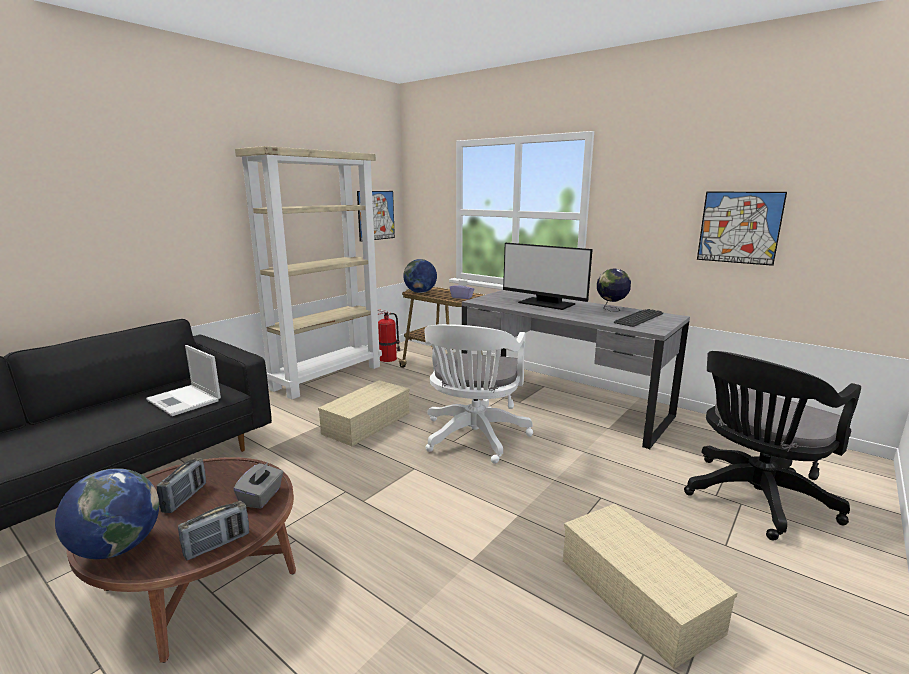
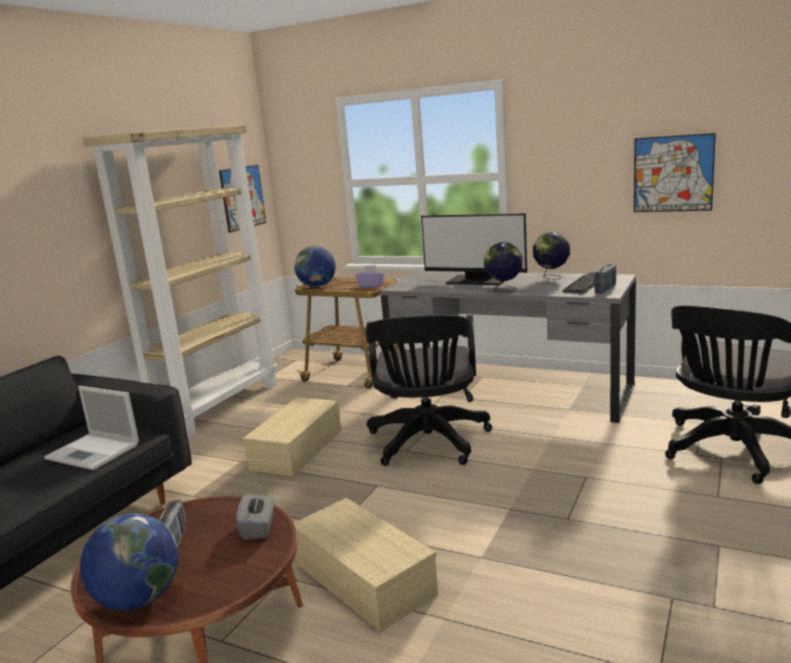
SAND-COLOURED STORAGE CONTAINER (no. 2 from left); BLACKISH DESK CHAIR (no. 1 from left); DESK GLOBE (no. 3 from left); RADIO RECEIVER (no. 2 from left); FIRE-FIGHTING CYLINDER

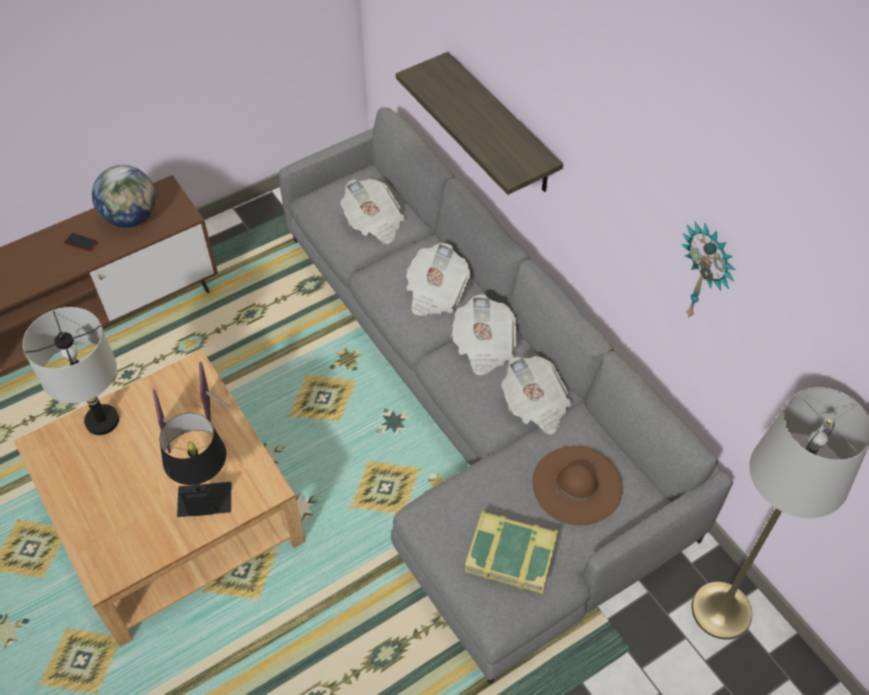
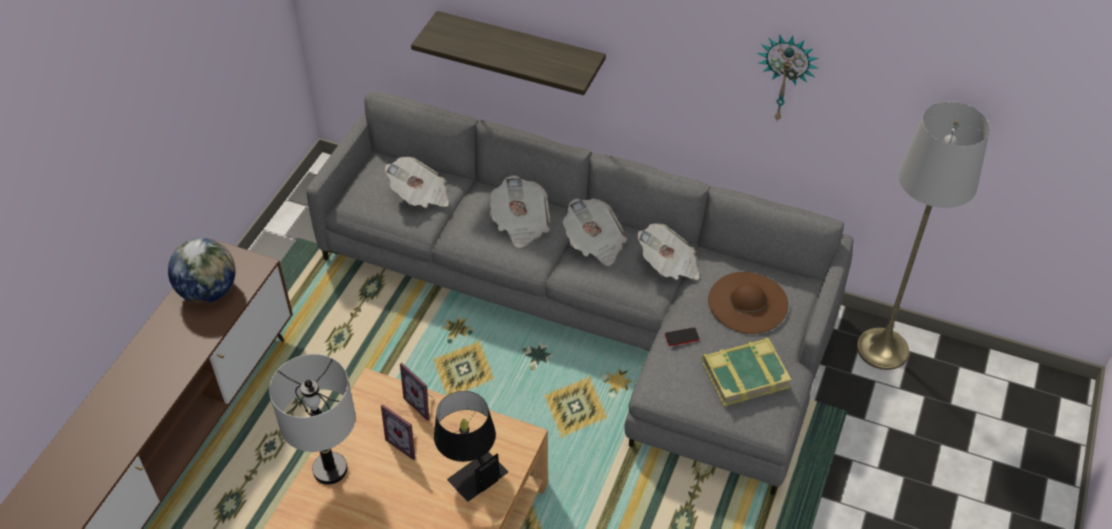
TELEPHONE

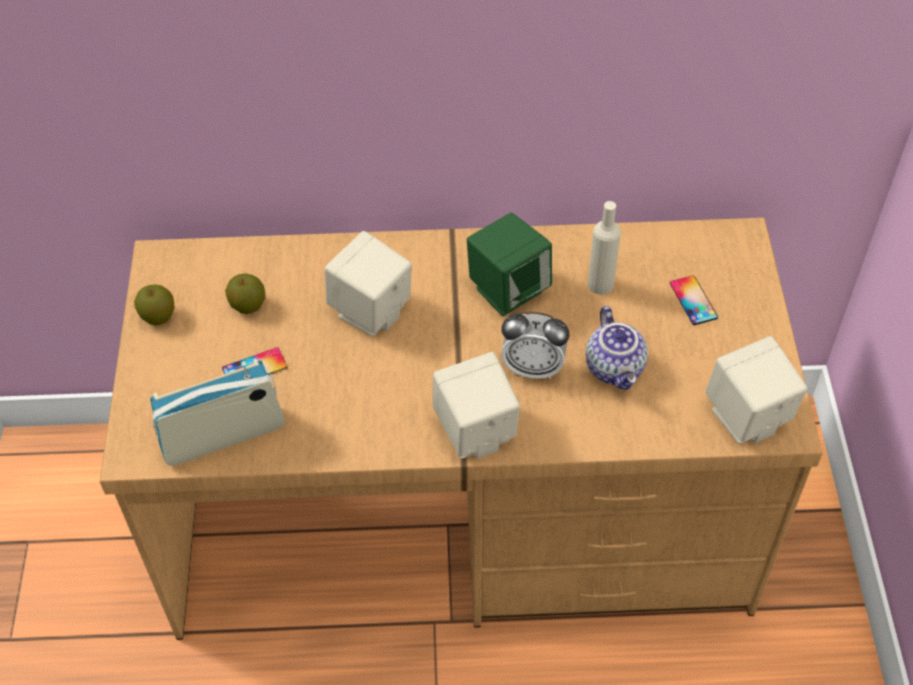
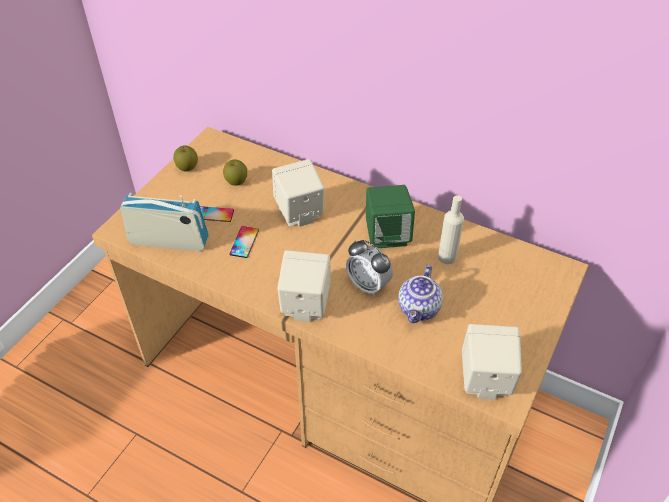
TELEPHONE (no. 2 from left)

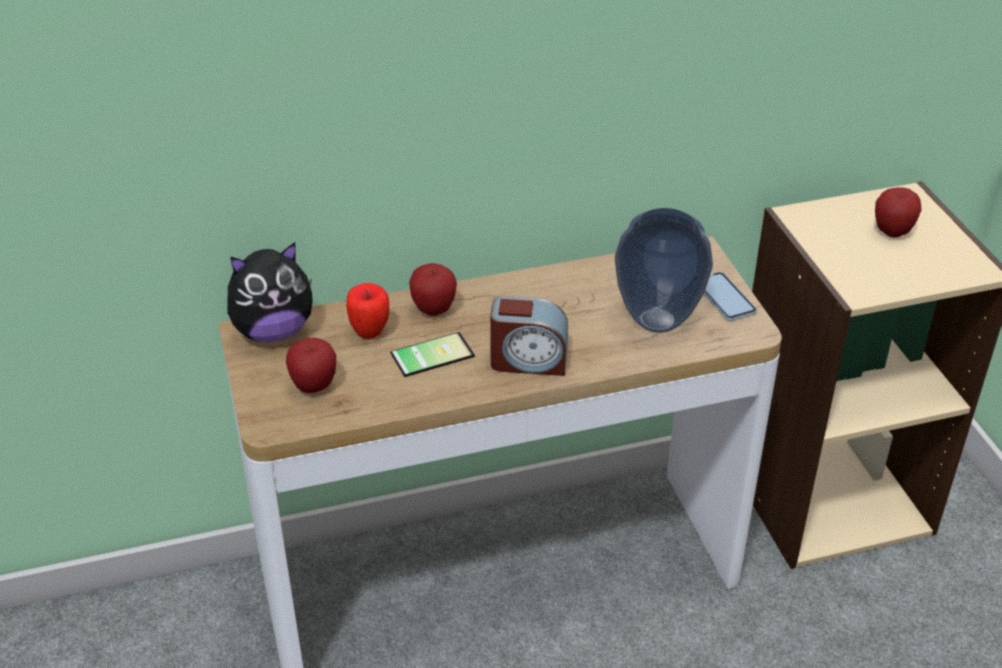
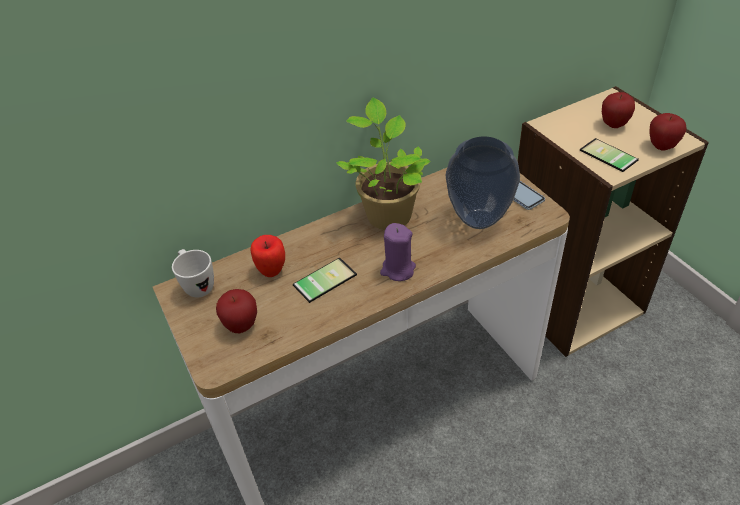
WHITISH MUG; HOUSEPLANT; PURPLE-COLOURED WAX CANDLE; TELEPHONE (no. 3 from left); APPLE FRUIT (no. 4 from left)

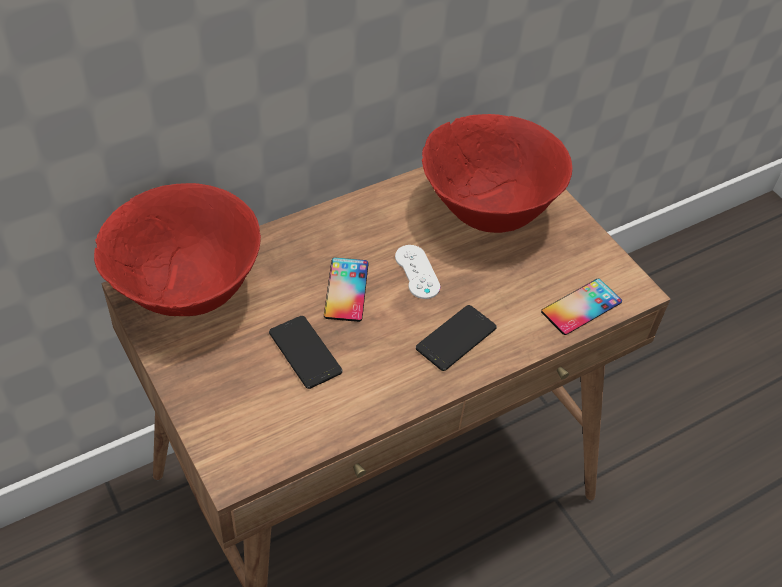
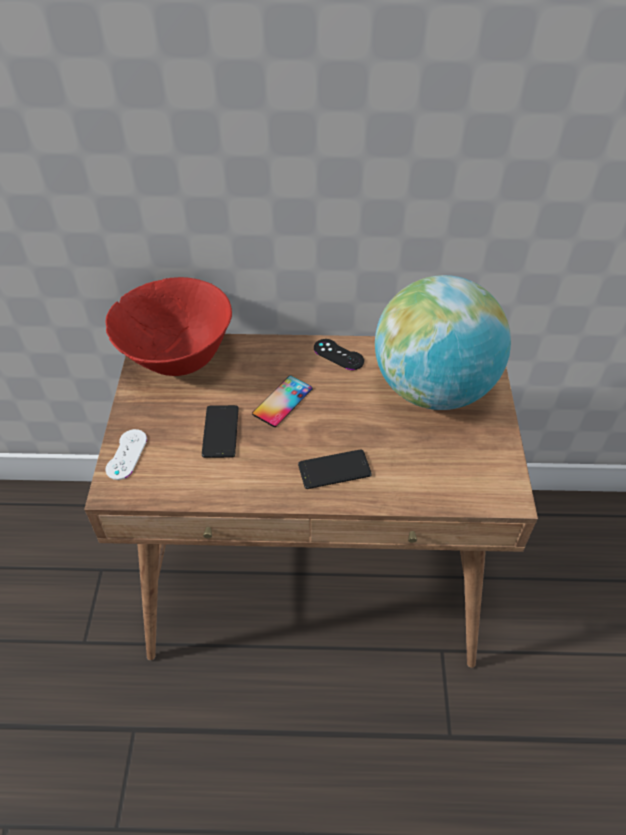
WHITISH JOYPAD; BLACKISH JOYPAD; DESK GLOBE; TELEPHONE (no. 4 from left in the first image)

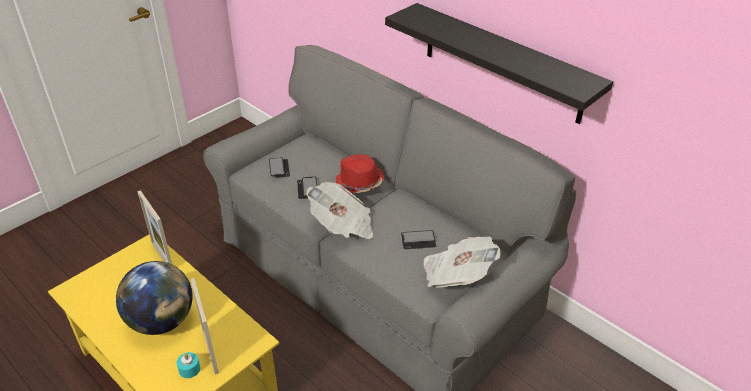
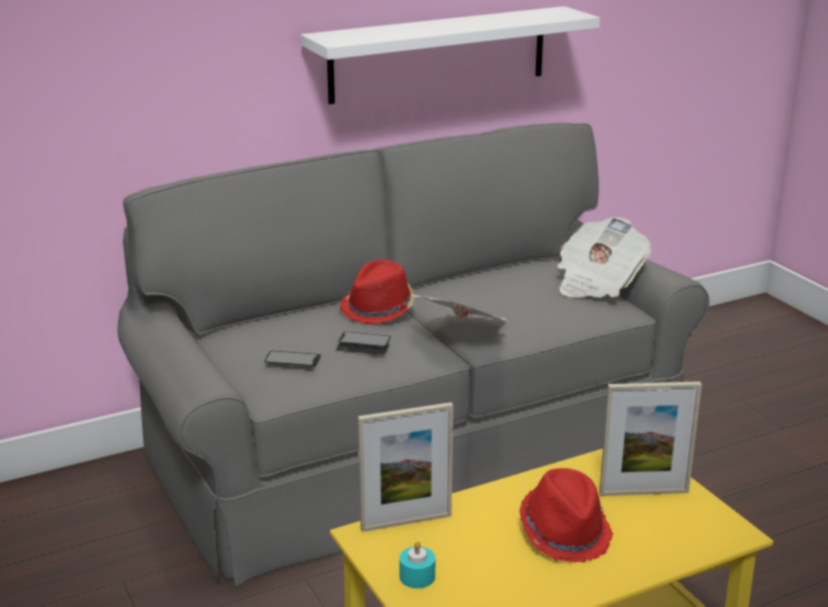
WHITISH WALL SHELF; BLUE-GREEN WAX CANDLE; RED-COLOURED HAT (no. 2 from left); TELEPHONE (no. 3 from left in the first image)

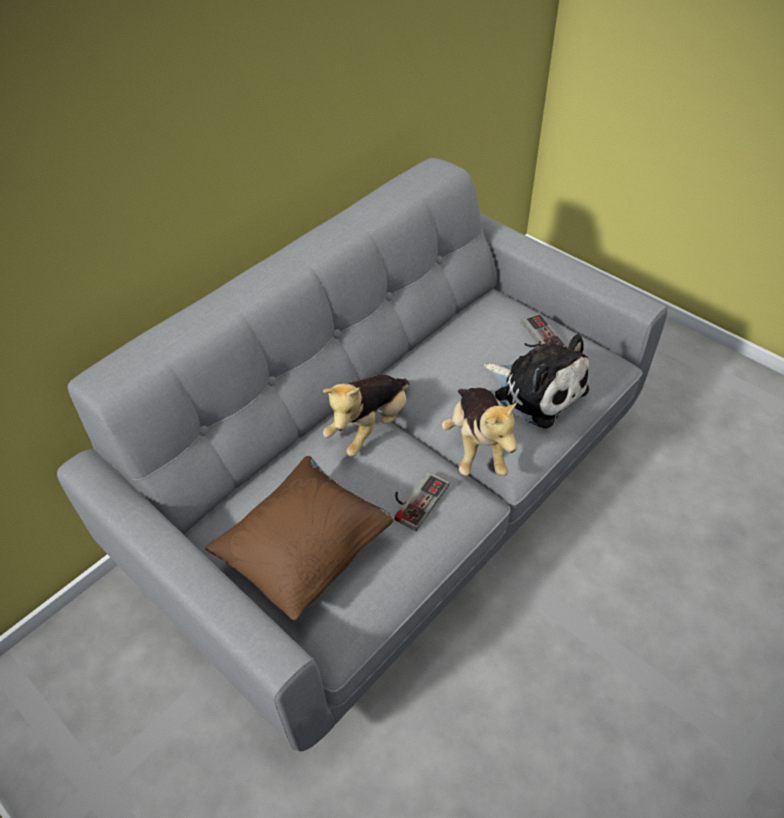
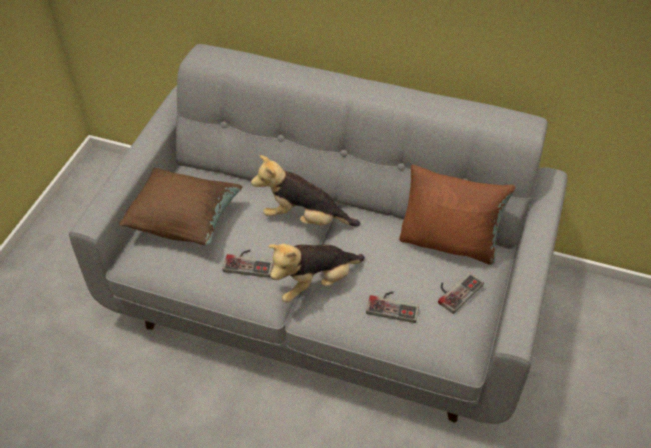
JOYPAD (no. 2 from left); BROWN CUSHION (no. 2 from left)

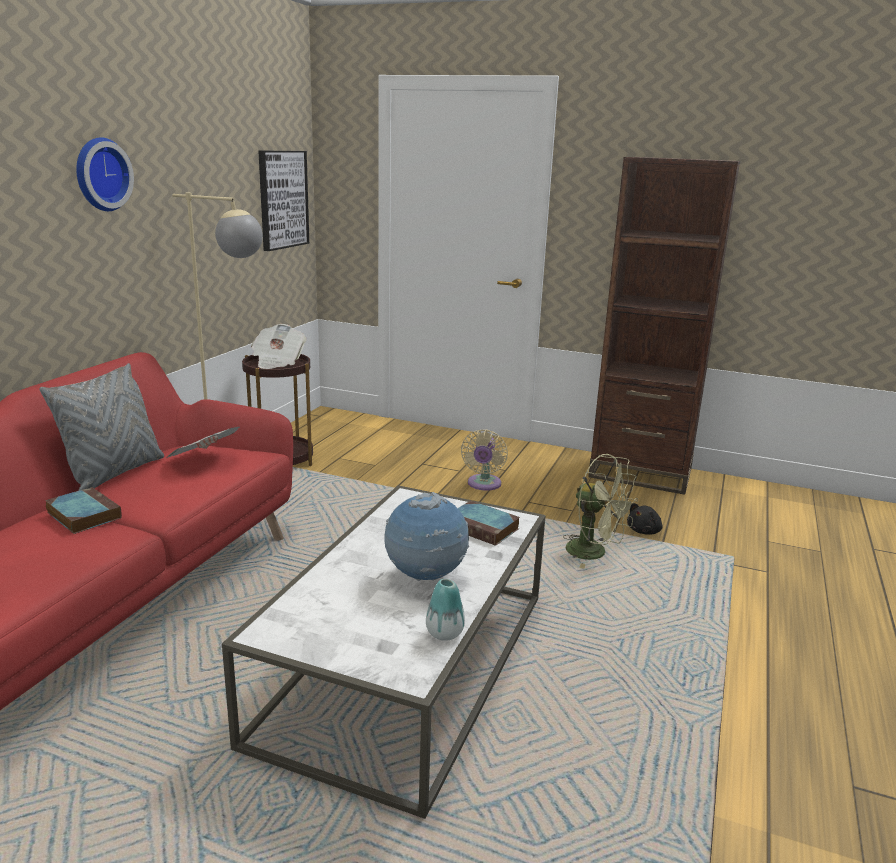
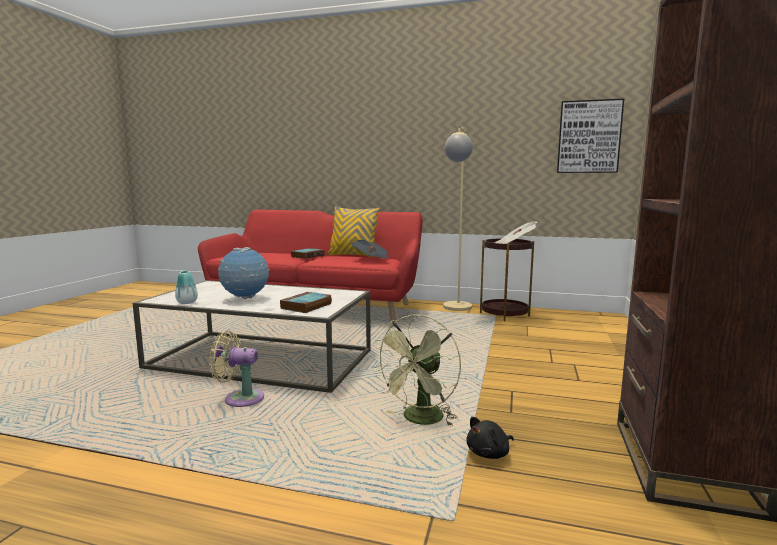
SAND-COLOURED COOLING FAN; YELLOWISH CUSHION; BLACKISH SOFT TOY; CLOCK ON THE WALL

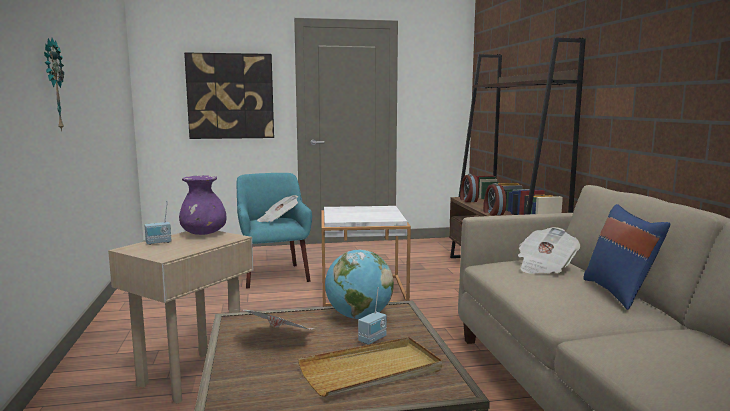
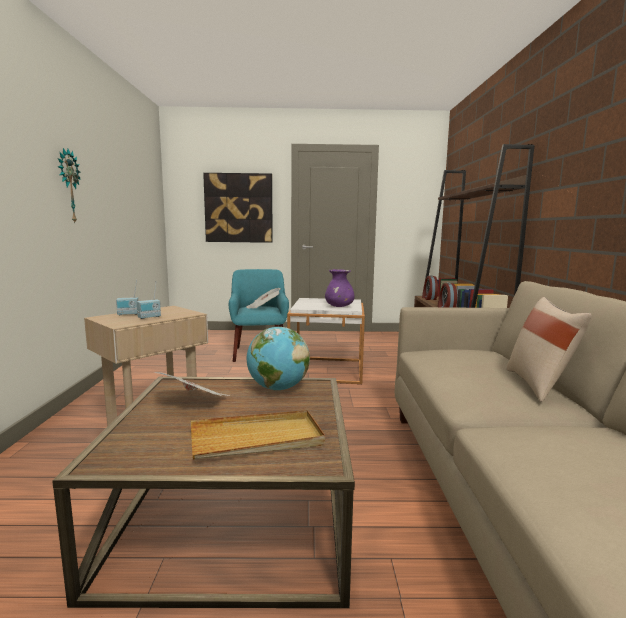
RADIO RECEIVER (no. 2 from left); PURPLE-COLOURED VASE; SAND-COLOURED CUSHION; DAILY PAPER (no. 3 from left in the first image)

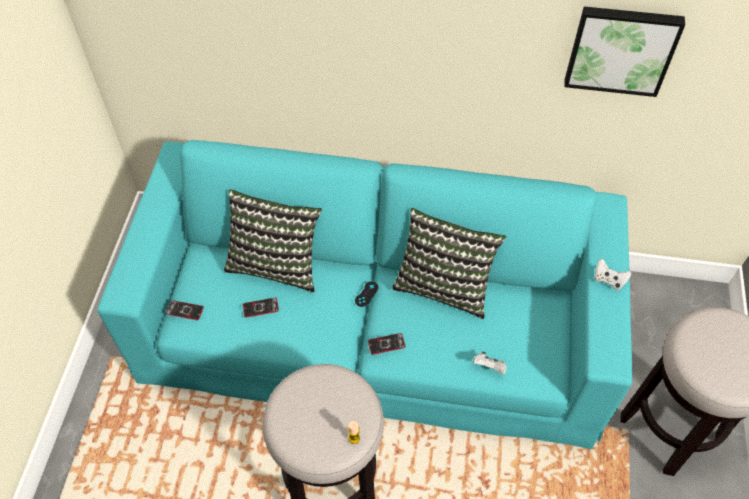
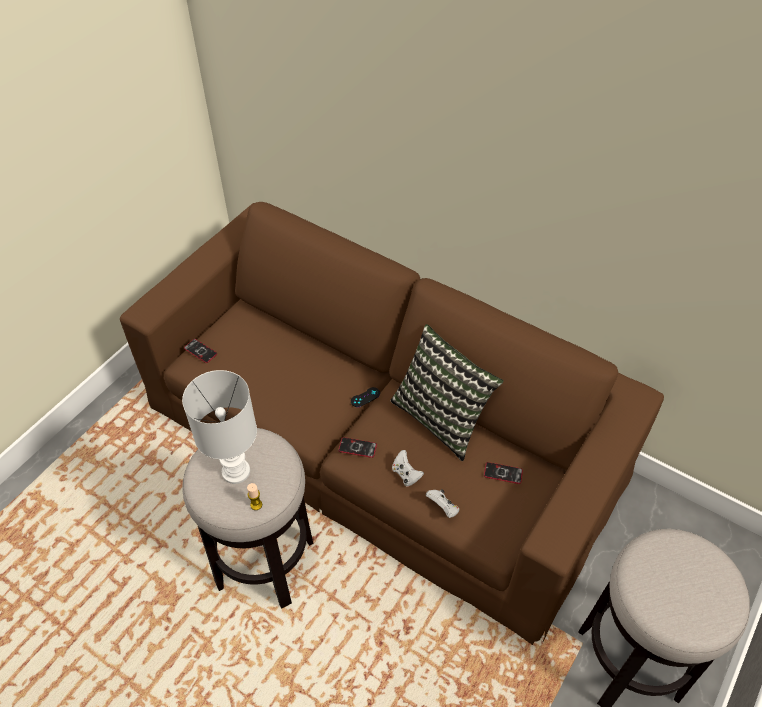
BROWN SETTEE; WHITISH TABLE LAMP; WHITISH JOYPAD (no. 1 from left); TELEPHONE (no. 3 from left); CUSHION (no. 1 from left in the first image); WALL PICTURE

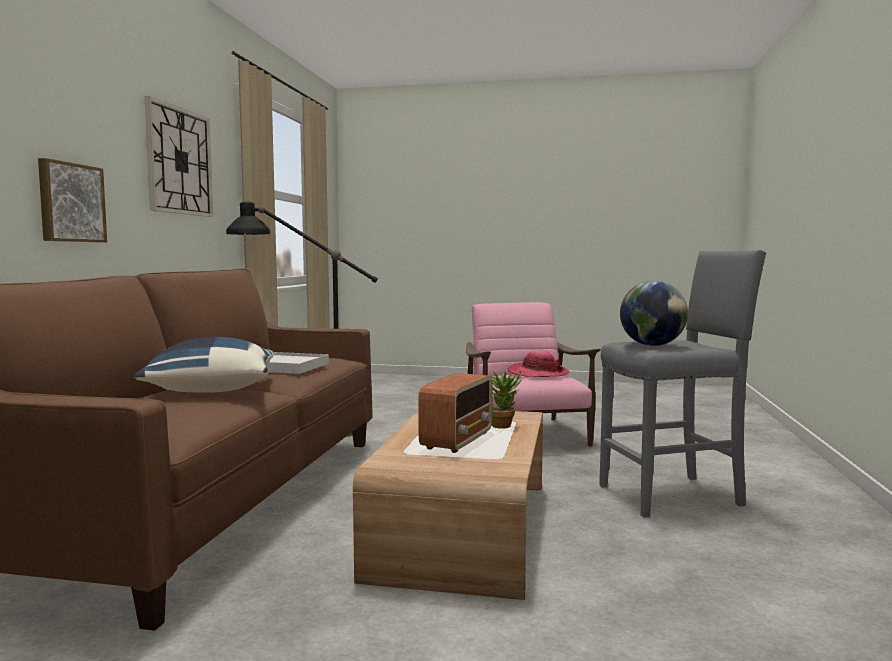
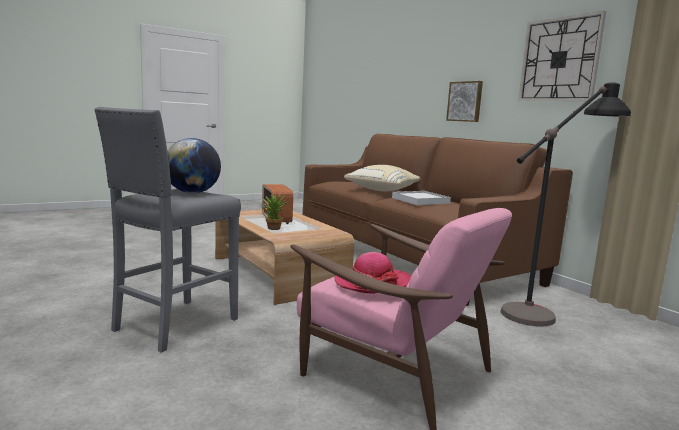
SAND-COLOURED CUSHION

